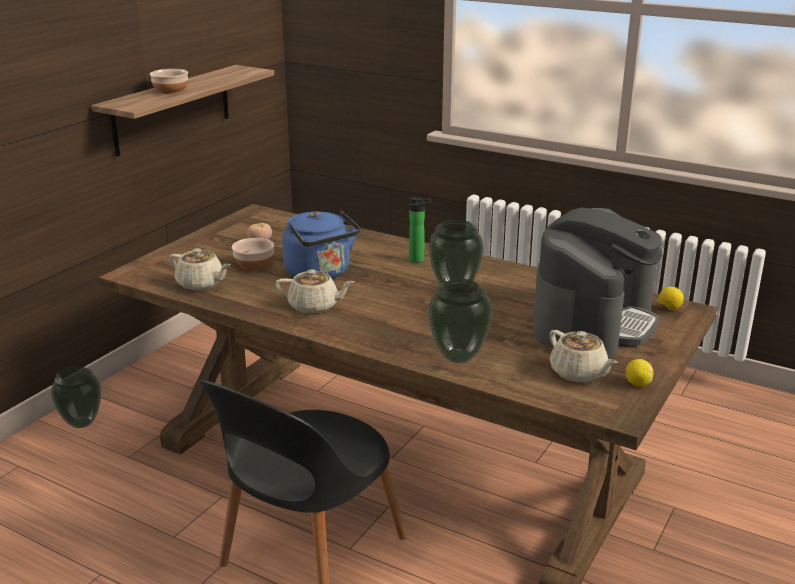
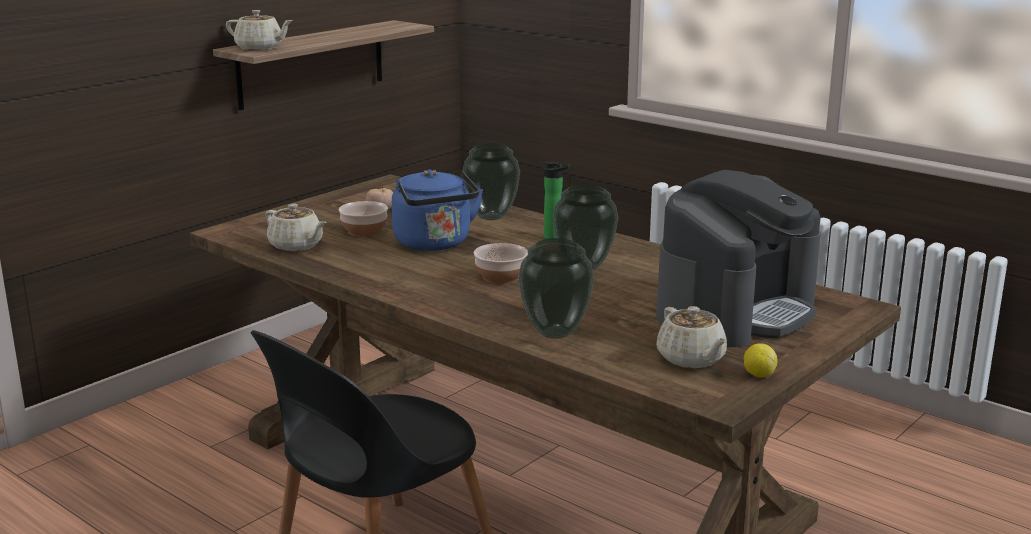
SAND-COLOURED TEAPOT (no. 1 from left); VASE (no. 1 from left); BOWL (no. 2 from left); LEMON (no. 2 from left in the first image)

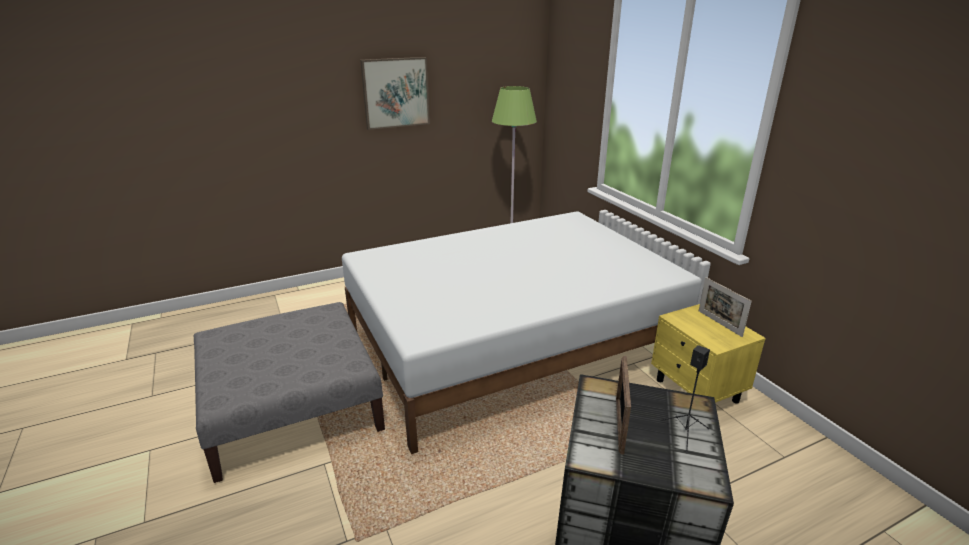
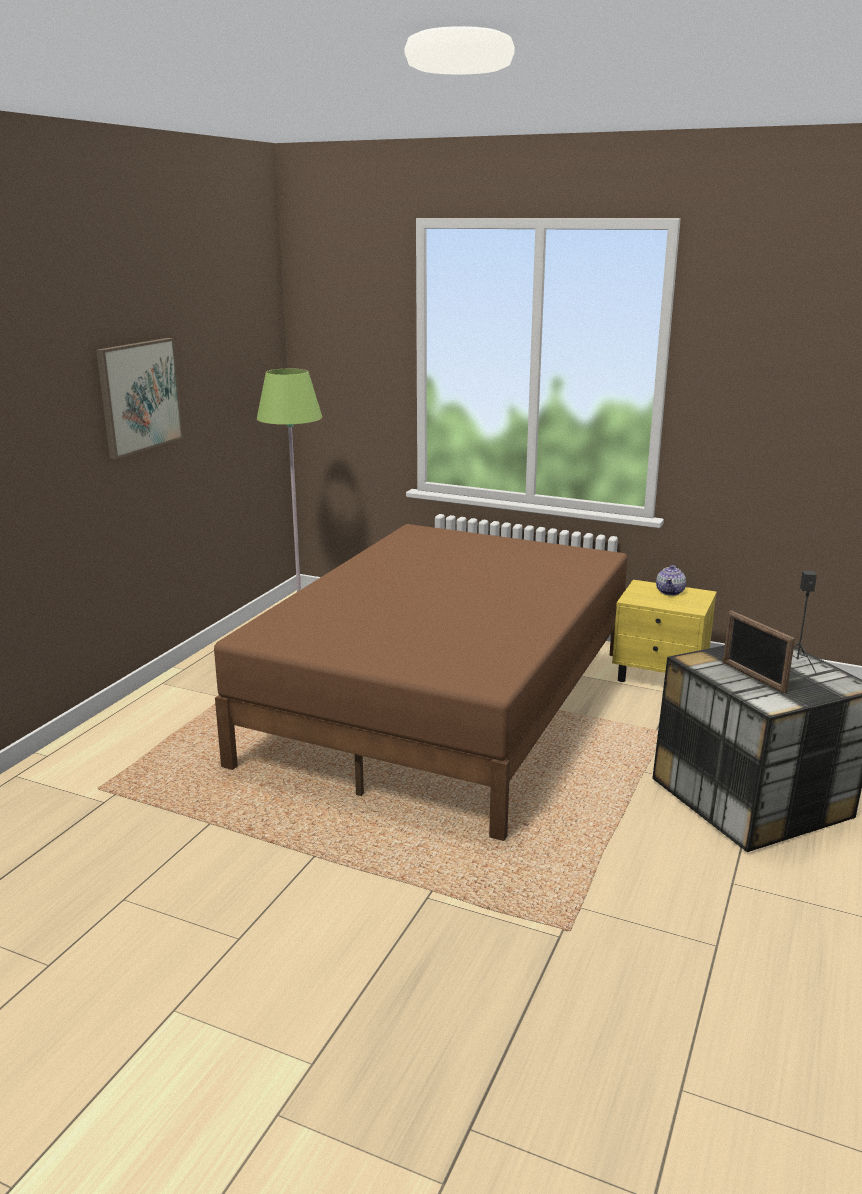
BROWN BED; TEAPOT; GRAY FOOTREST

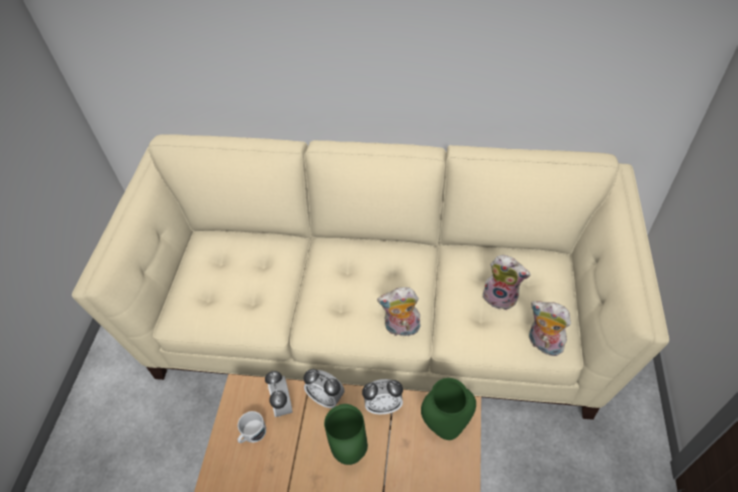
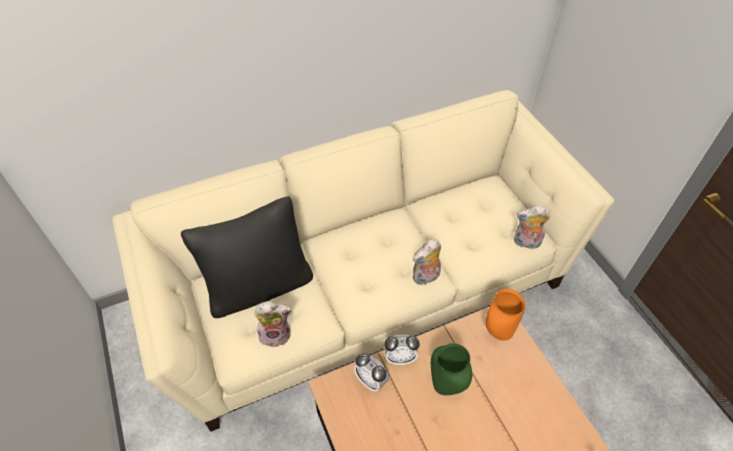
BLACKISH CUSHION; SOFT TOY (no. 1 from left); ORANGE VASE; WHITISH MUG; ALARM CLOCK (no. 3 from left in the first image)

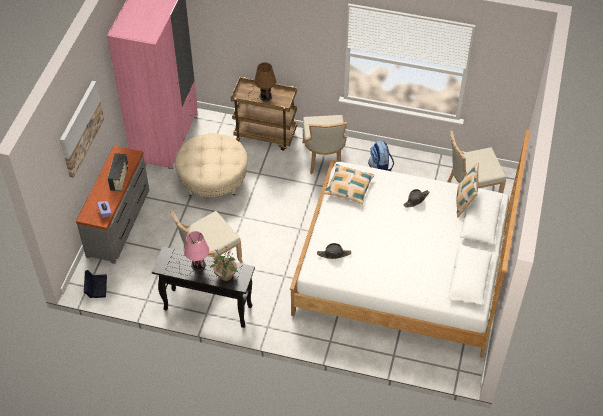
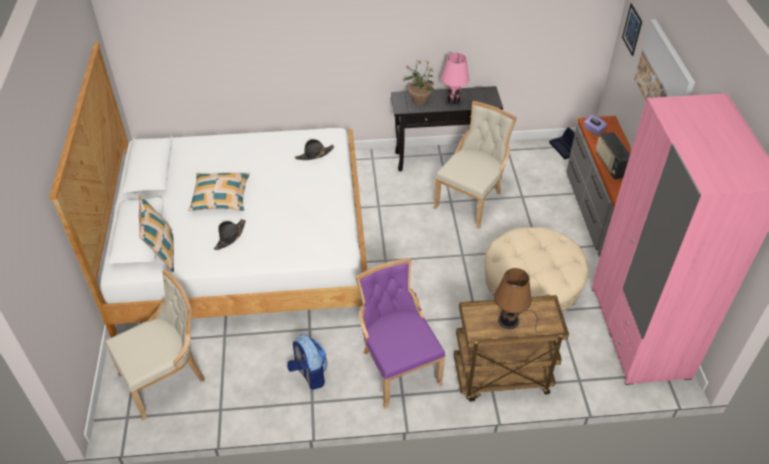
CUSHION (no. 2 from left); PURPLE-COLOURED CHAIR; WALL PICTURE (no. 1 from left)

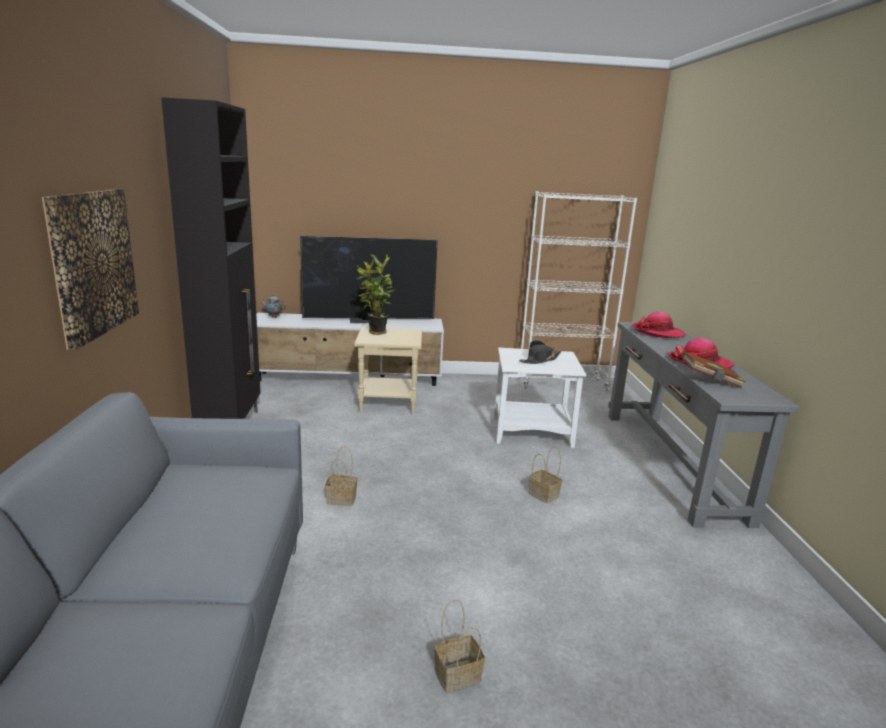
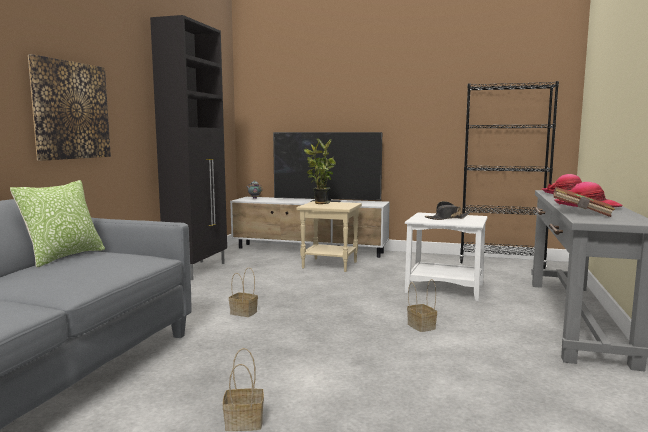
CUSHION; BLACKISH SHELVING UNIT

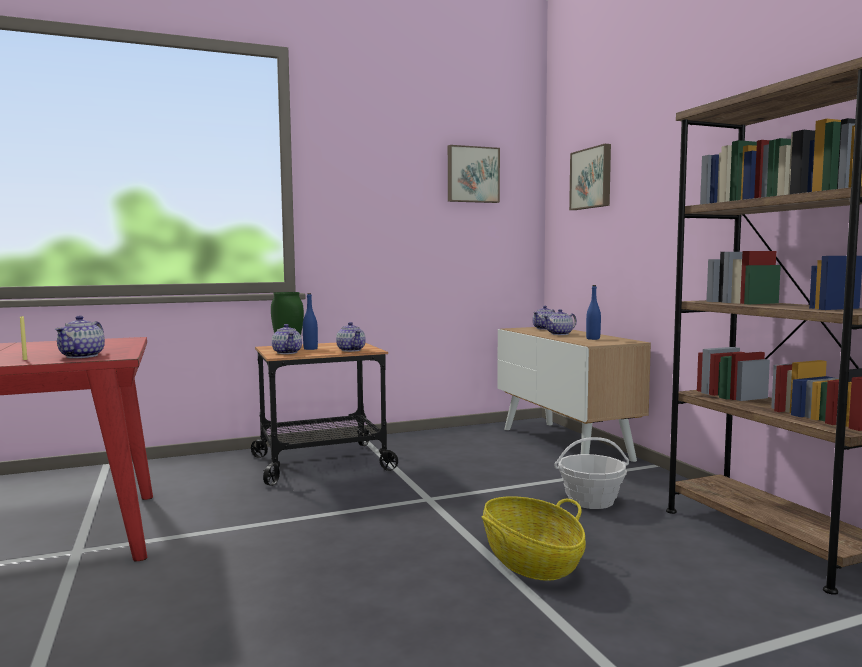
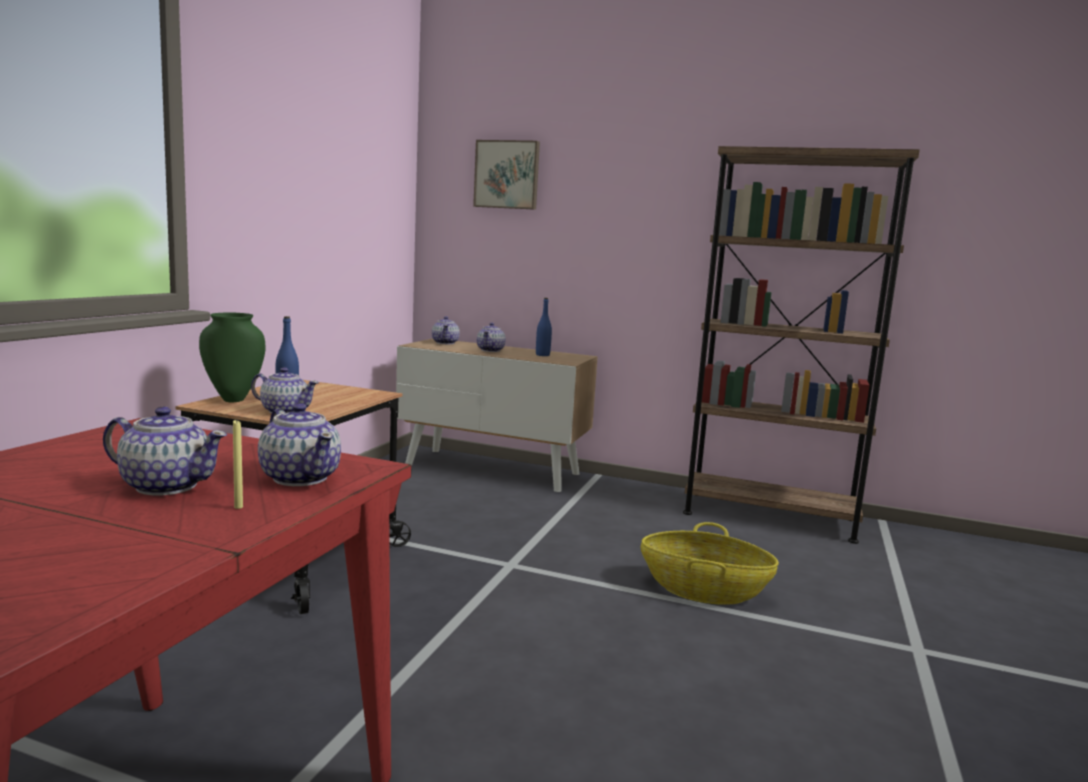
TEAPOT (no. 1 from left); WALL PICTURE (no. 1 from left in the first image); BASKET (no. 2 from left in the first image)

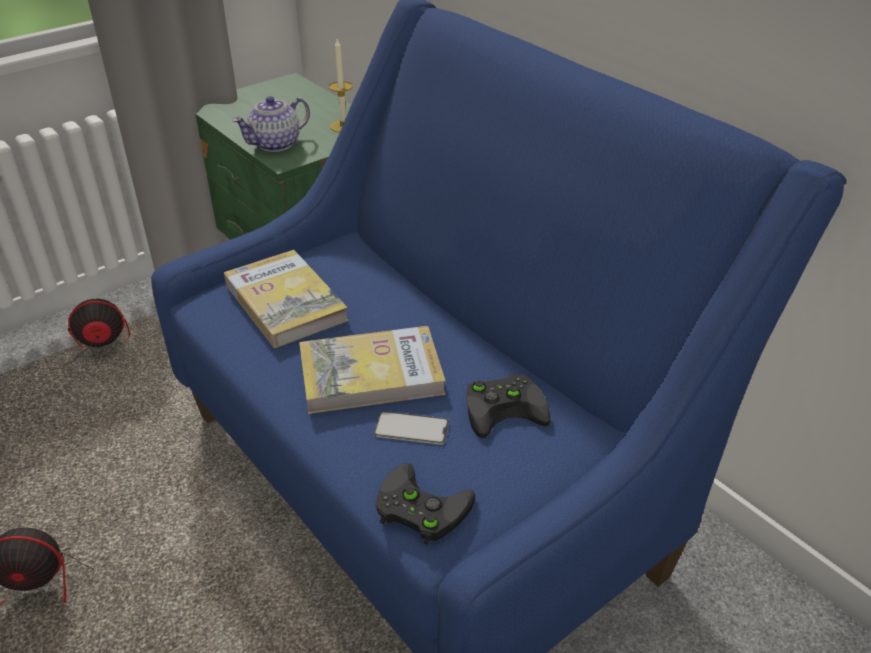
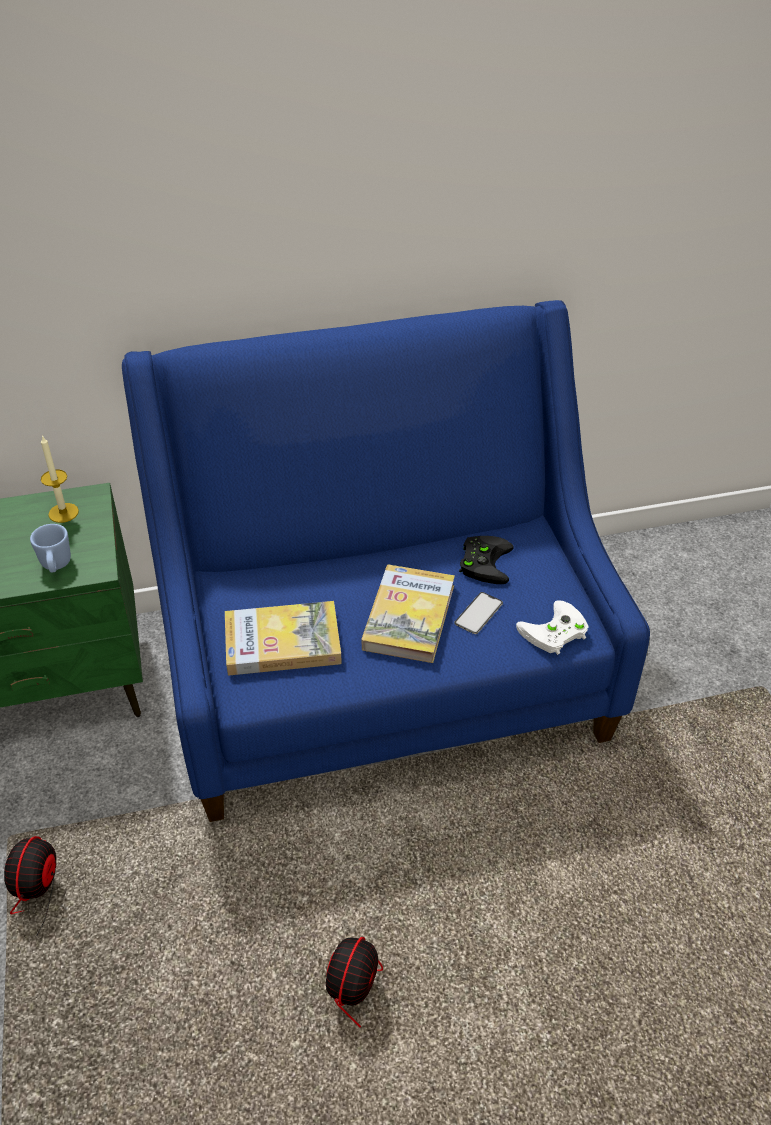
BLUISH MUG; WHITISH JOYPAD

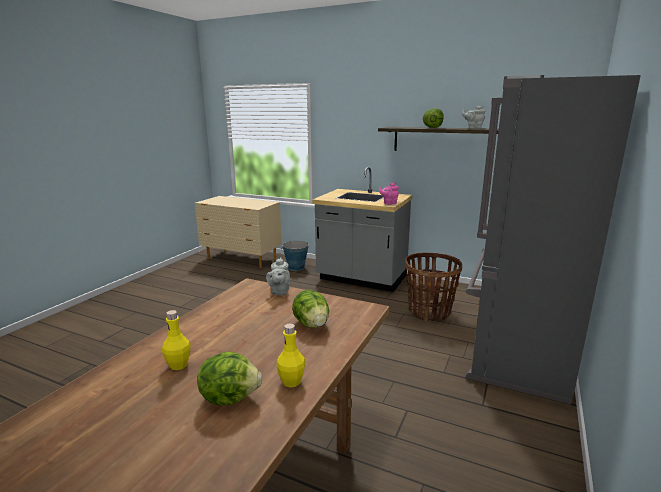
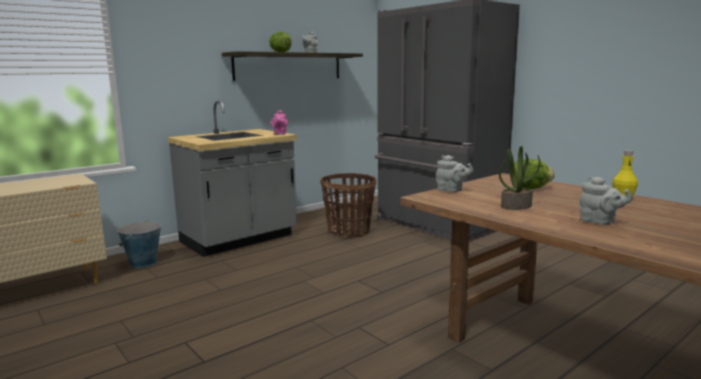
HOUSEPLANT; GRAY TEAPOT (no. 3 from left); HEAD OF LETTUCE (no. 1 from left in the first image)

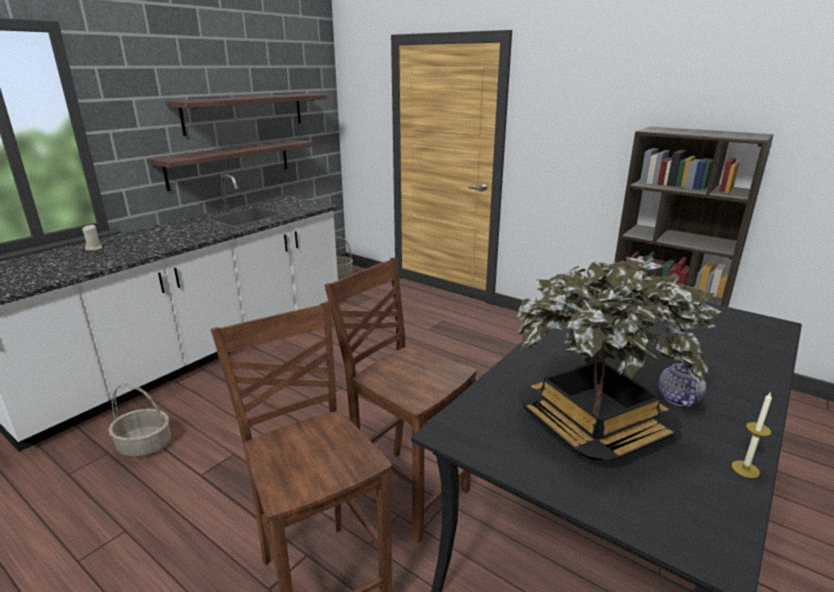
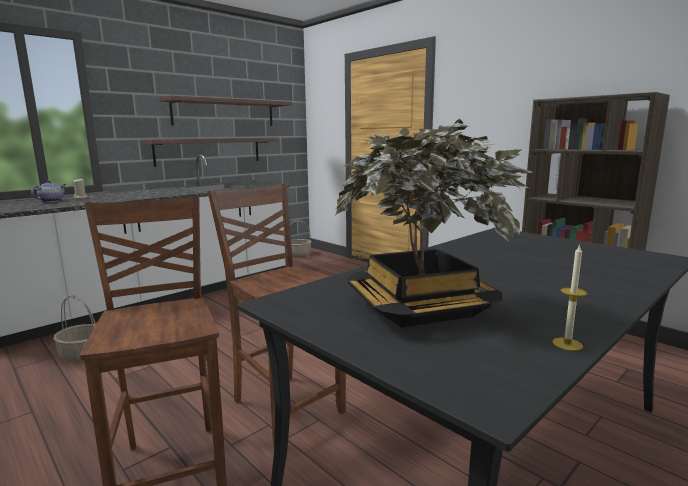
TEAPOT

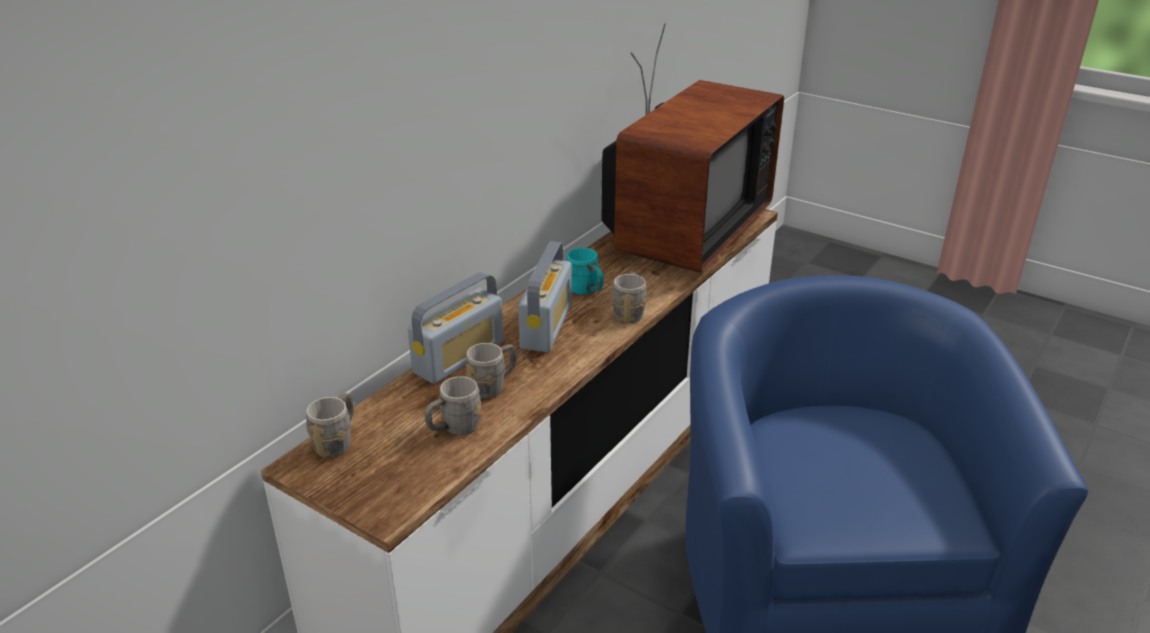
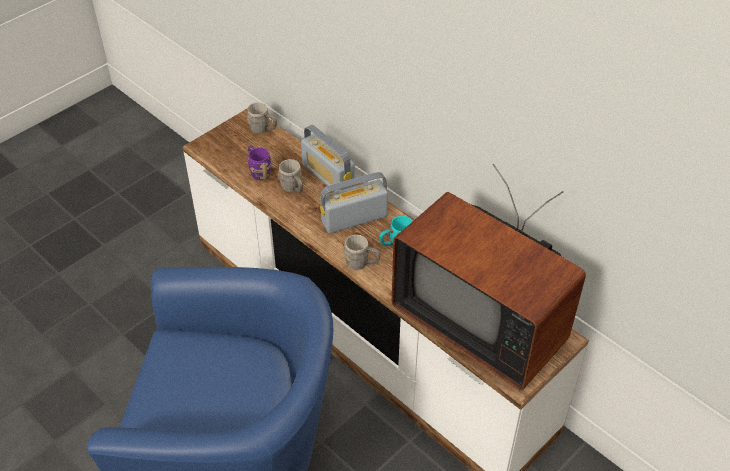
PURPLE-COLOURED MUG; RADIO RECEIVER (no. 2 from left)

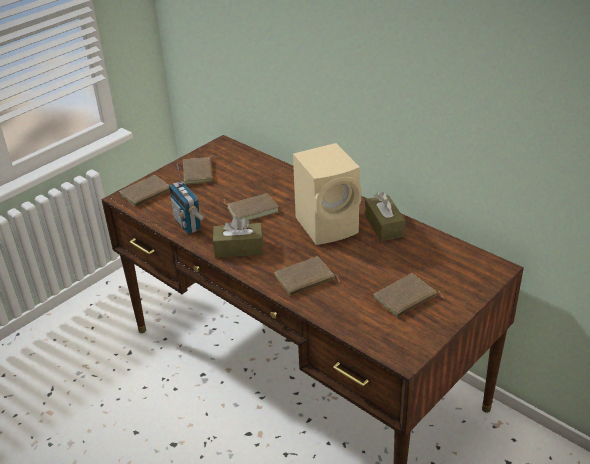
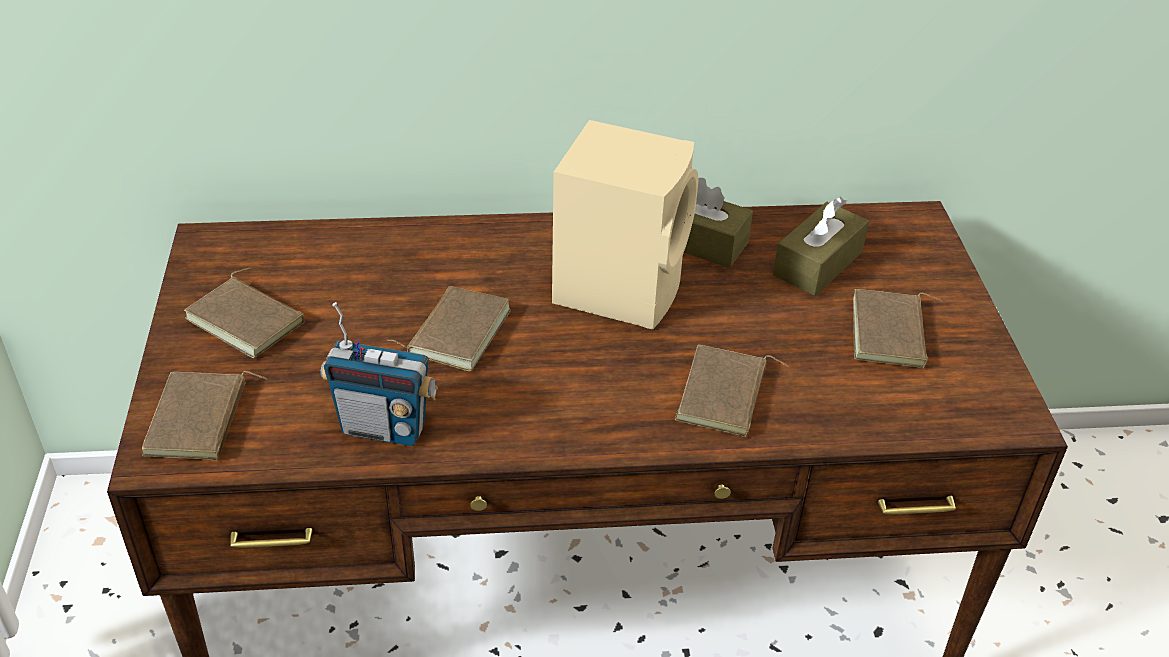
BROWN TISSUE BOX (no. 2 from left)

